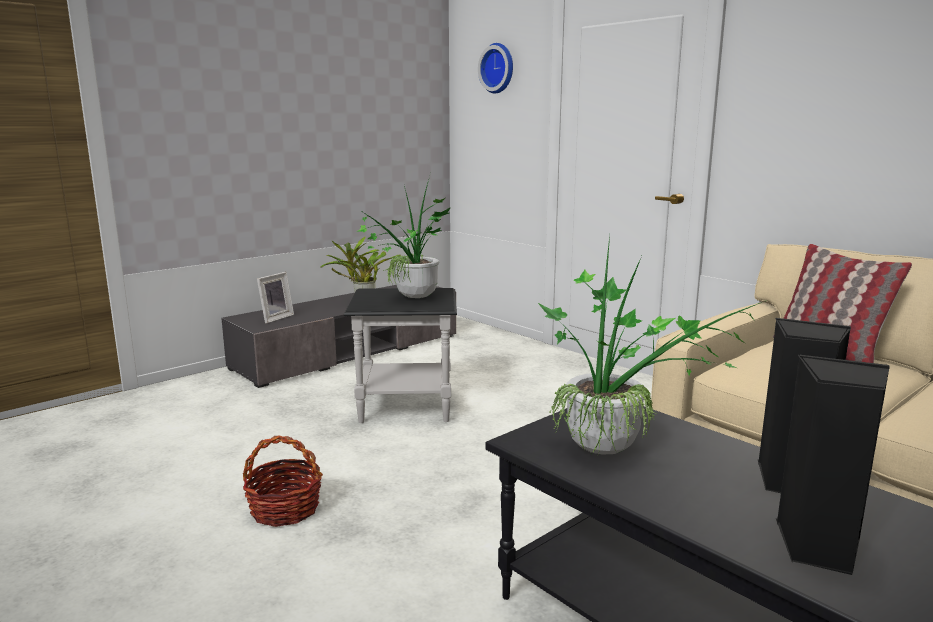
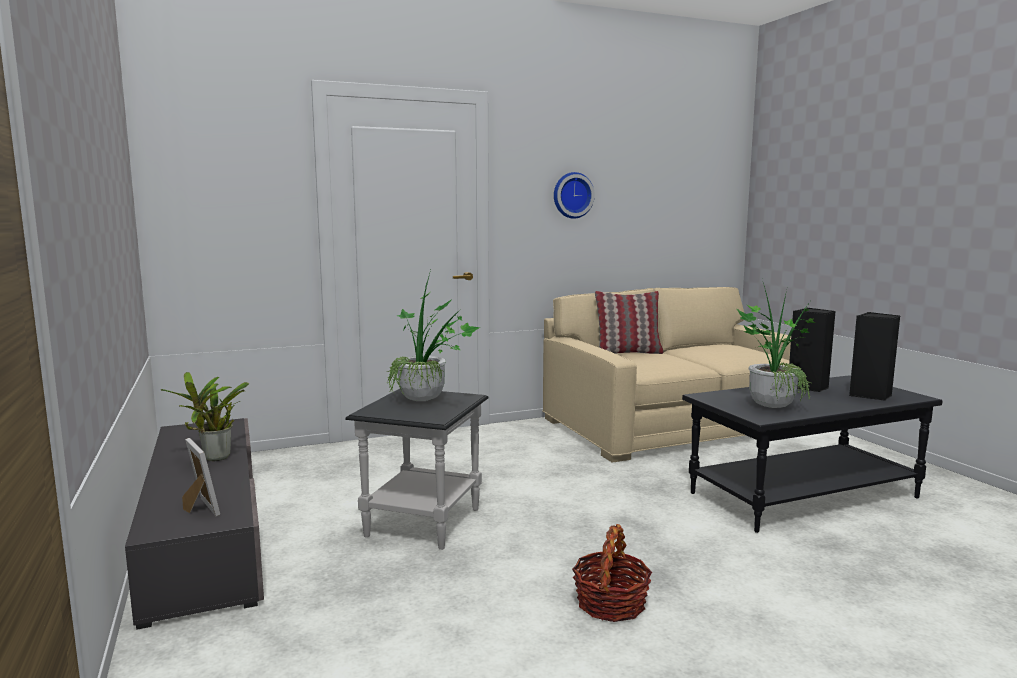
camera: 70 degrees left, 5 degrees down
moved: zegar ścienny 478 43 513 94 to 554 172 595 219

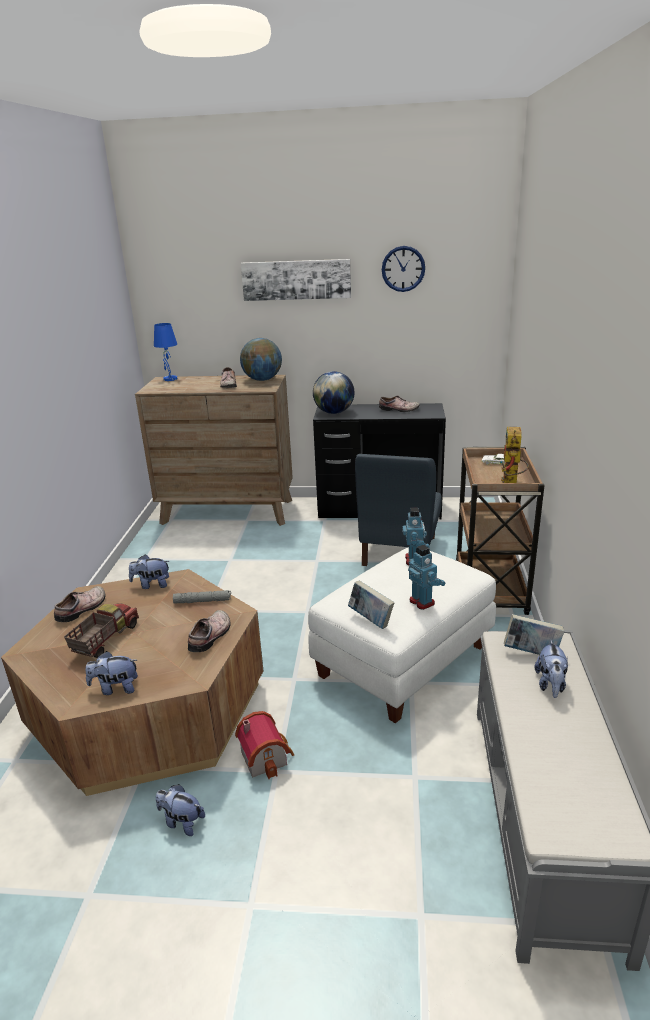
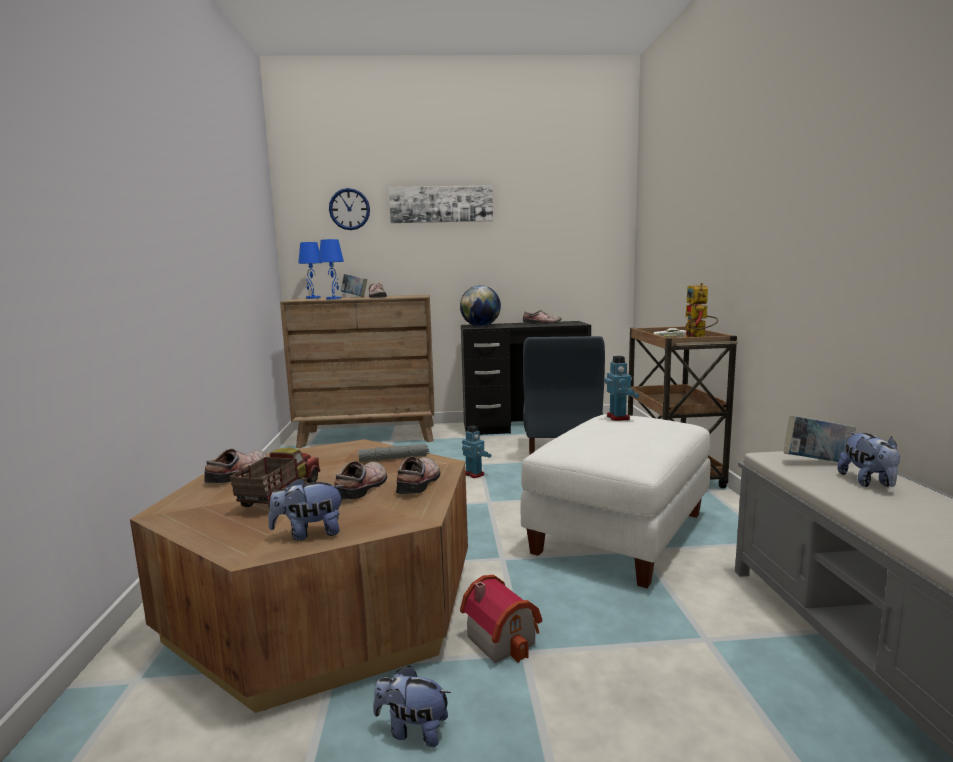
camera: 10 degrees left, 15 degrees down
removed: pluszak 129 555 169 589; globus 240 338 282 381
added: lampa stołowa [niebieski] 319 239 344 300; but 334 461 387 500
moved: zegar ścienny 382 246 425 292 to 329 188 370 230; książka 348 580 394 629 to 341 274 367 297; robot zabawkowy 408 545 445 610 to 462 425 491 478

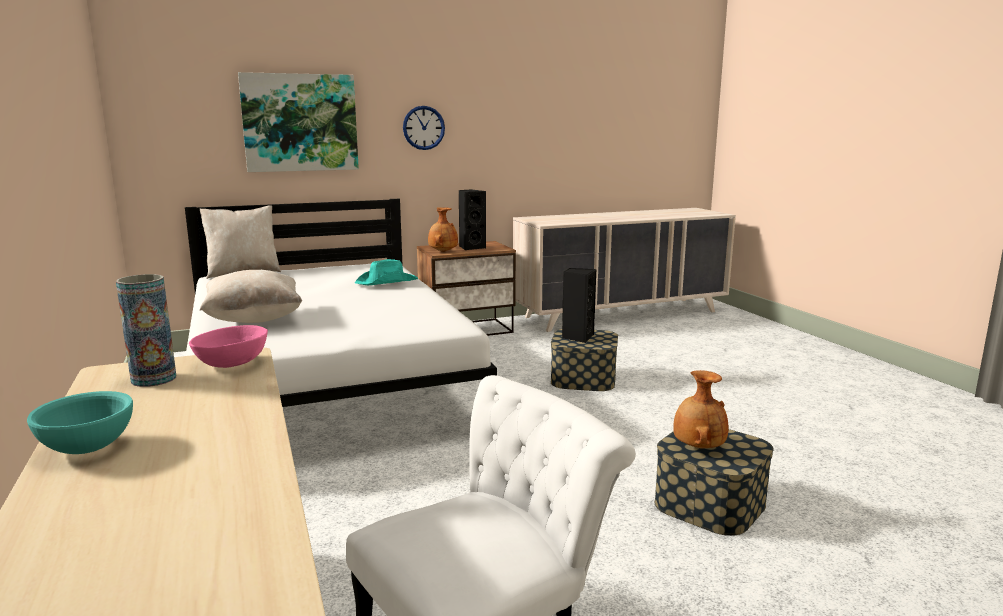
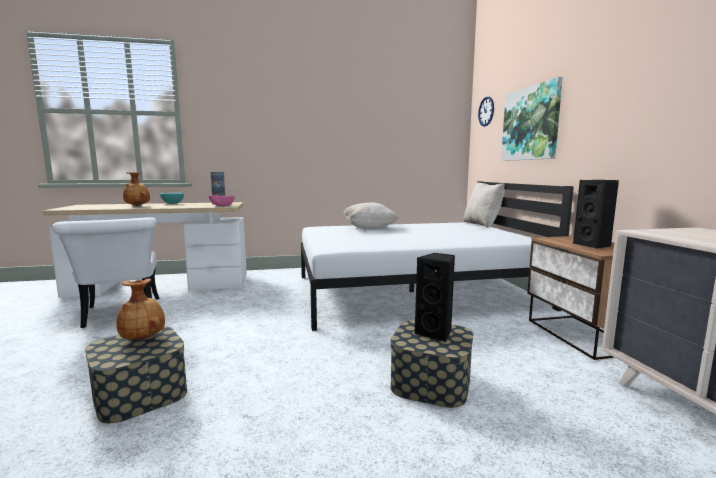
camera: 100 degrees right, 5 degrees down
removed: kapelusz [turkusowy] 355 259 418 285
moved: wazon [brązowy] 428 207 458 252 to 123 172 150 206; zegar ścienny 403 106 445 150 to 478 97 494 126

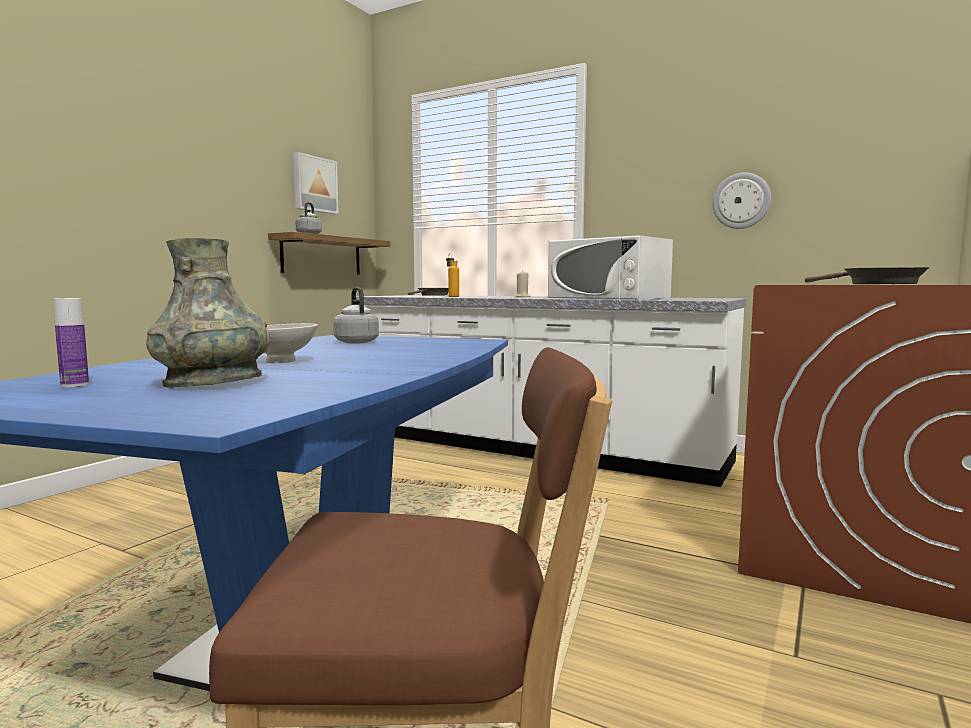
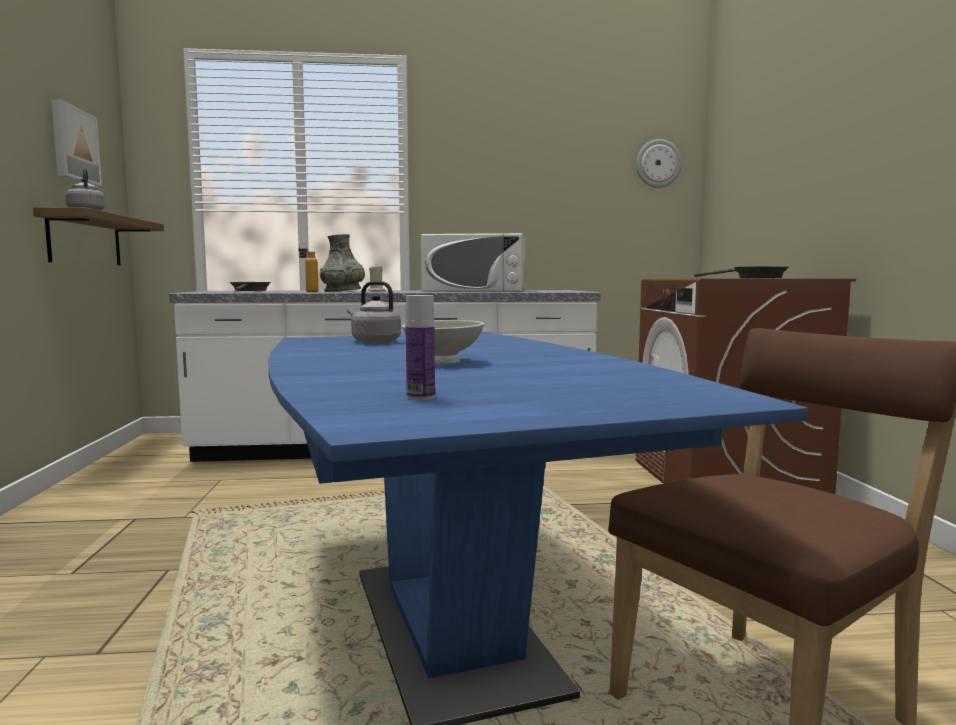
camera: 35 degrees left, 0 degrees up
moved: wazon [szary] 146 238 270 389 to 320 234 365 292; zegar ścienny 712 173 771 229 to 636 139 682 188

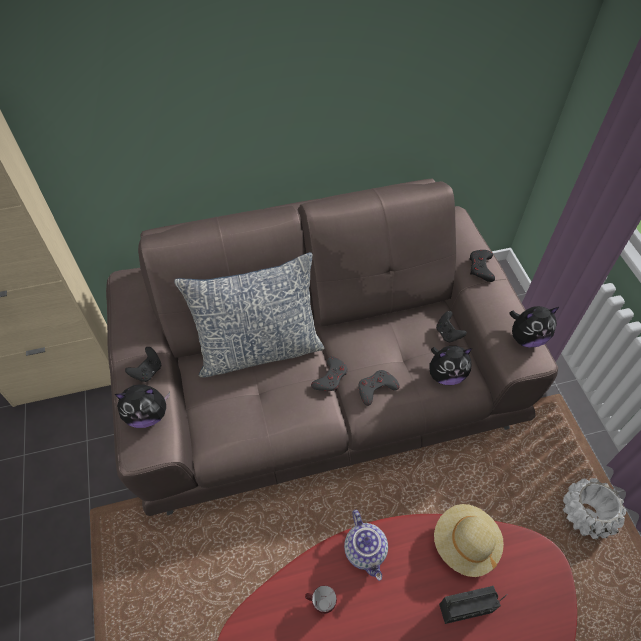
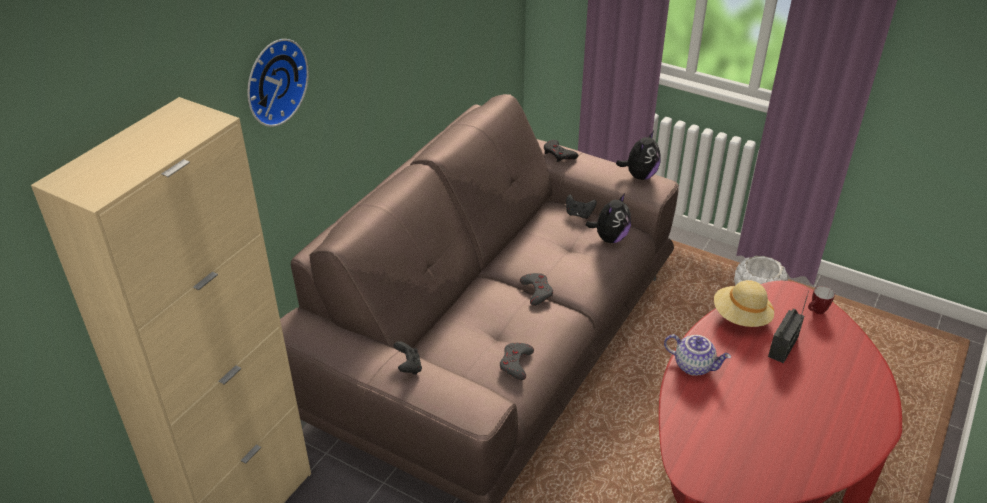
camera: 45 degrees left, 15 degrees down
removed: pluszak 115 385 170 428; poduszka 174 252 325 378
added: zegar ścienny 247 39 309 127
moved: pad do gier [szary] 358 370 400 406 to 500 343 534 380; kubek 305 585 337 614 to 808 286 835 314

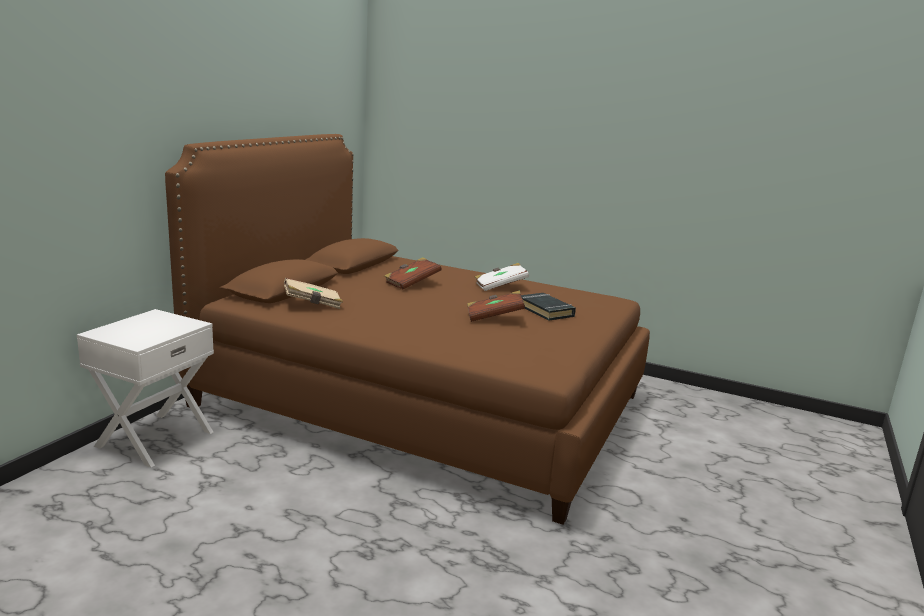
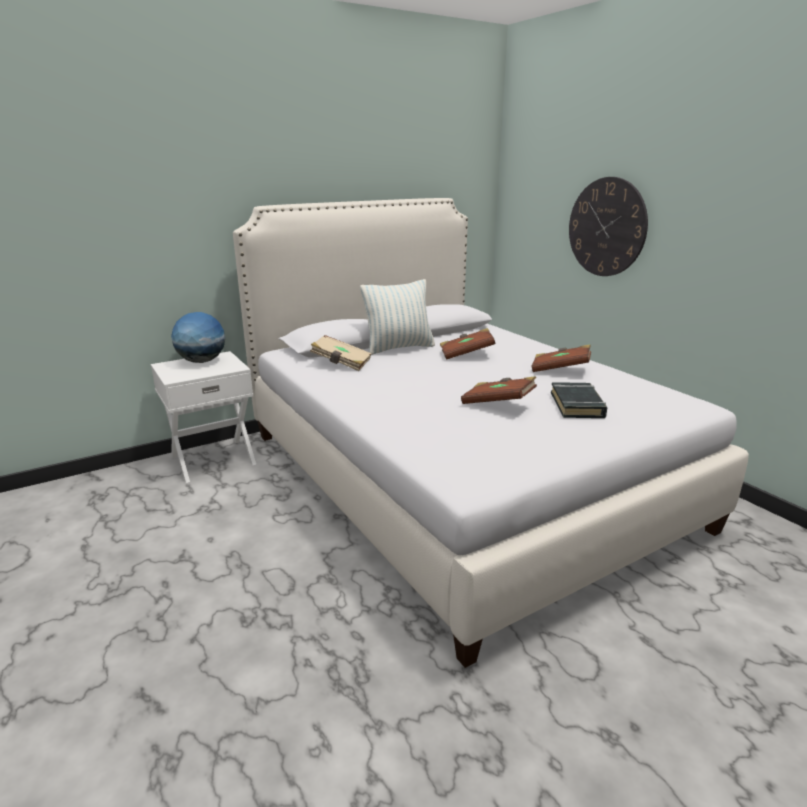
camera: 35 degrees right, 5 degrees up
added: globus 171 312 225 363; poduszka 360 279 435 355; zegar ścienny 569 177 648 276
recoloured: łóżko [brązowy] 165 134 650 525 to łóżko [biały] 233 198 749 668; książka [biały] 475 263 529 291 to książka [brązowy] 532 344 591 372

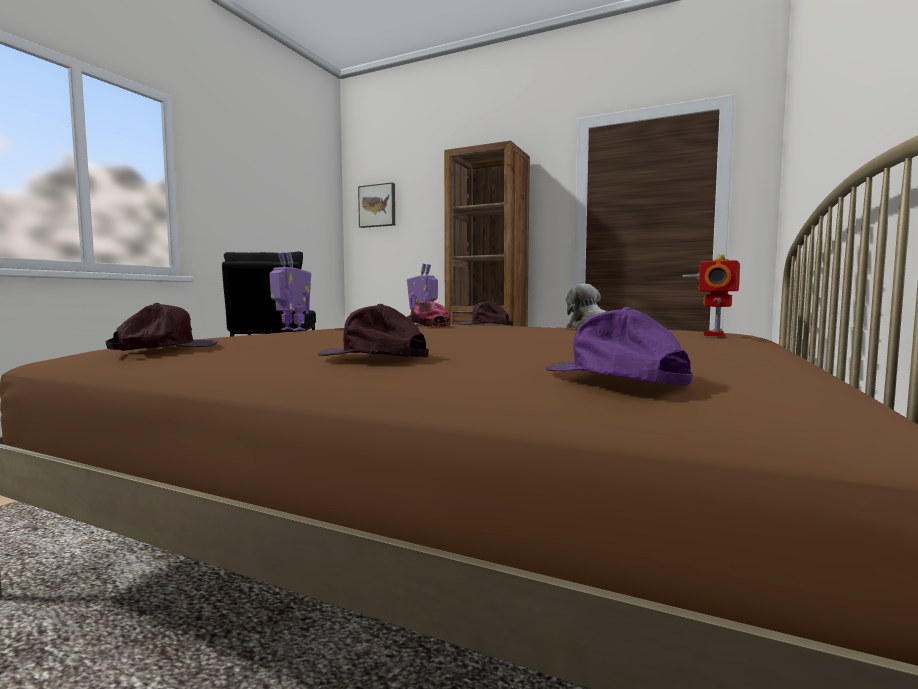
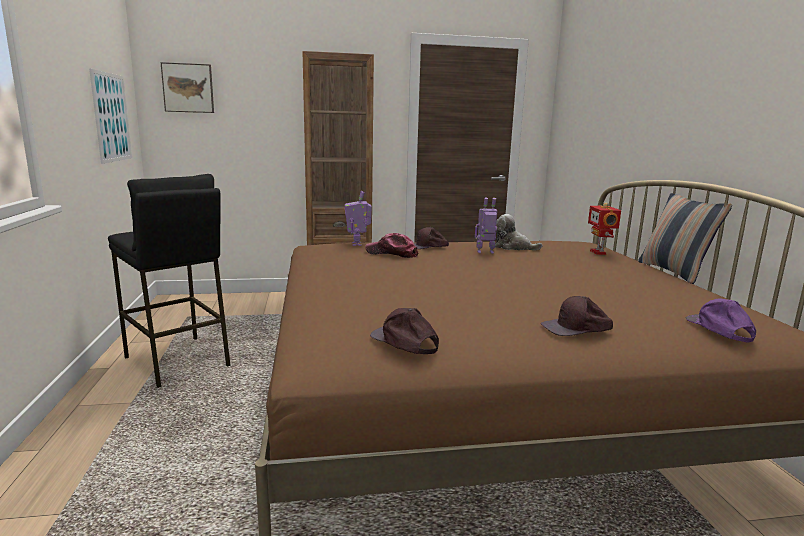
camera: 35 degrees left, 10 degrees up
added: obraz 89 68 132 164; poduszka 638 193 732 284
moved: robot zabawkowy 269 252 311 331 to 475 198 497 253
turned: czapka z daszkiem [brązowy] 106 303 218 351 = 370 308 439 354 60 degrees counterclockwise; czapka z daszkiem [fioletowy] 545 307 693 386 = 686 299 756 342 60 degrees clockwise

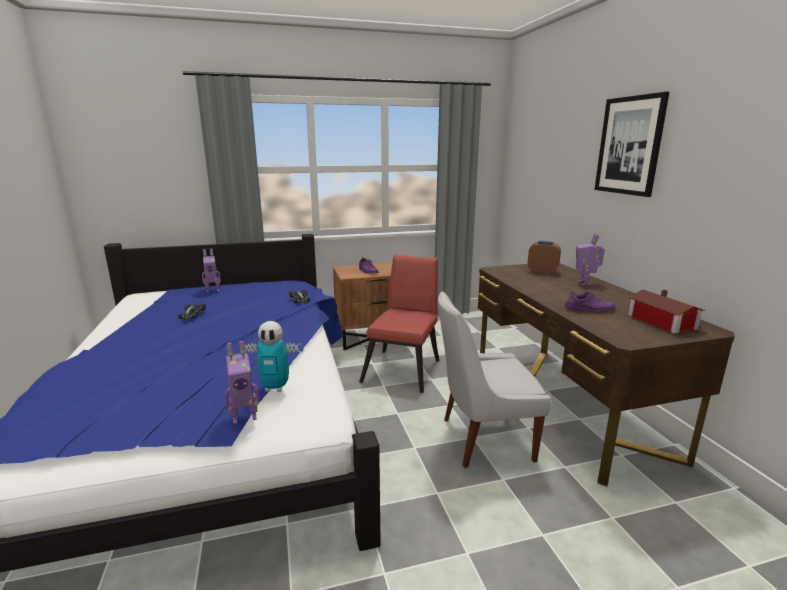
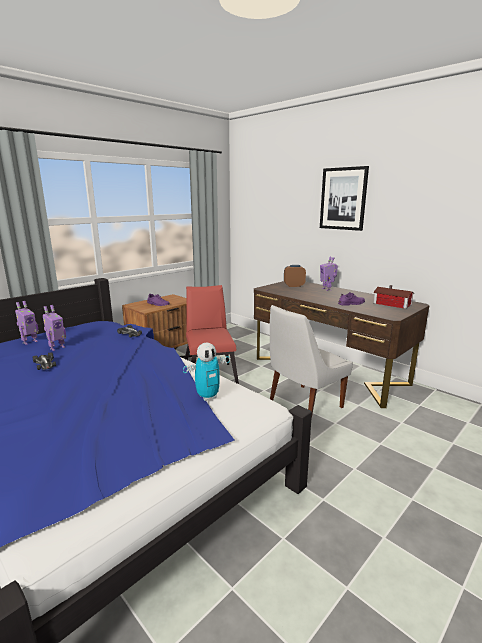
camera: 30 degrees left, 0 degrees up
moved: robot zabawkowy 224 341 259 424 to 43 305 66 351

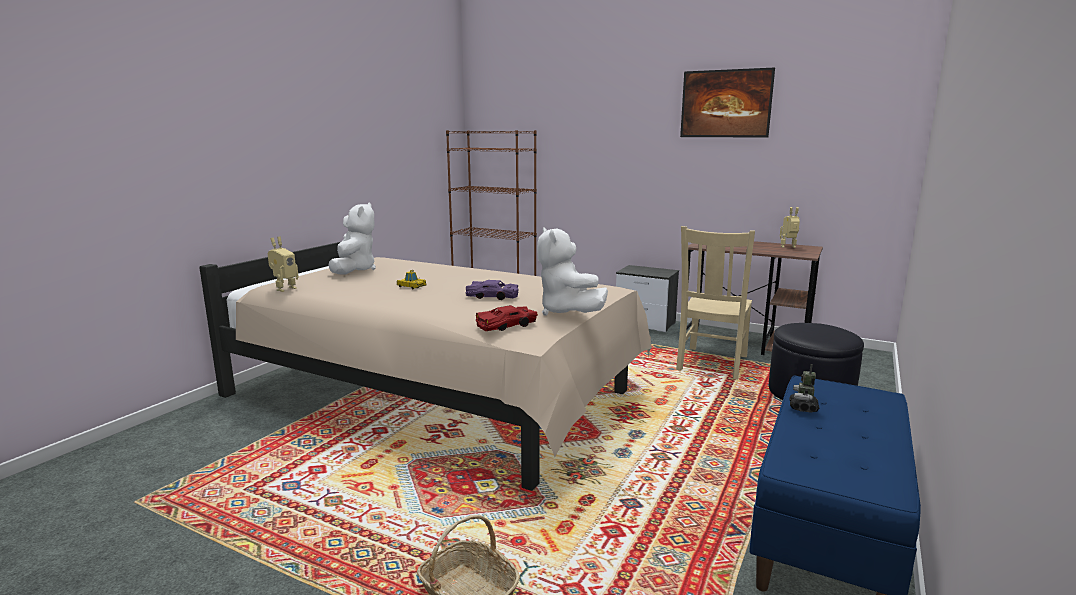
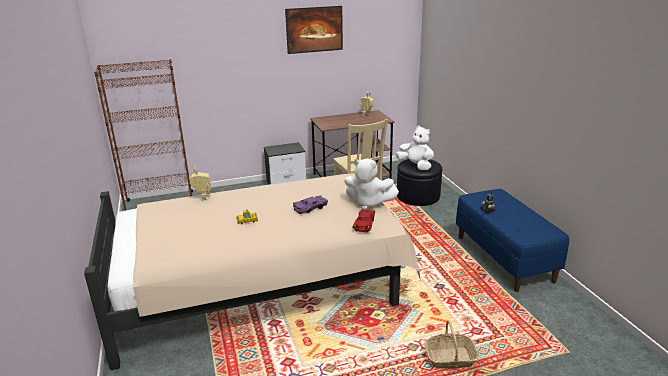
camera: 45 degrees left, 10 degrees up
moved: robot zabawkowy 268 237 299 292 to 190 166 211 201; pluszak [biały] 328 202 376 275 to 395 125 434 170

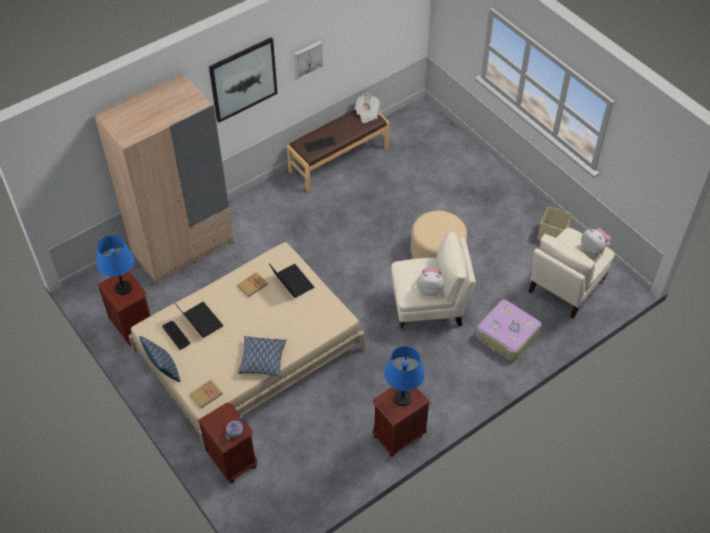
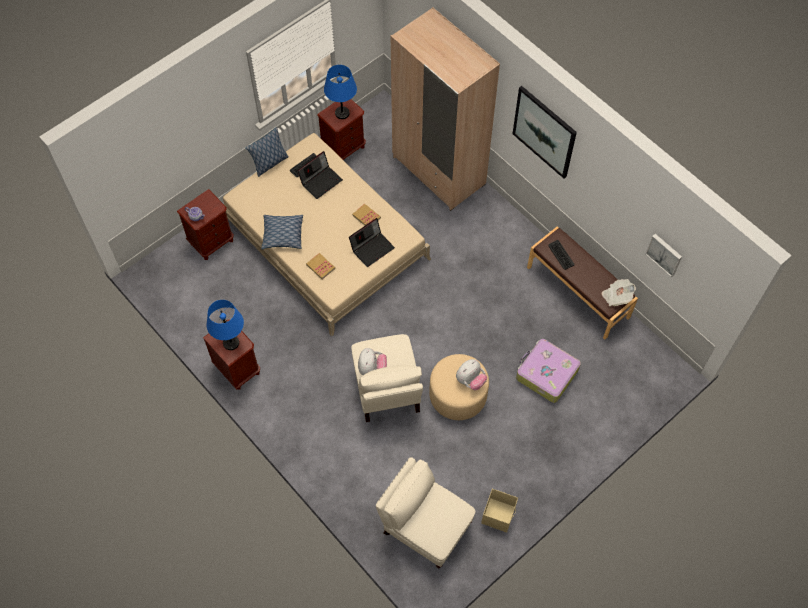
camera: 85 degrees right, 10 degrees up
moved: książka 190 380 223 409 to 306 253 335 279; pluszak 581 229 611 255 to 456 359 487 390; walizka 476 299 541 361 to 516 339 581 403; obraz 294 41 323 80 to 645 234 682 277

